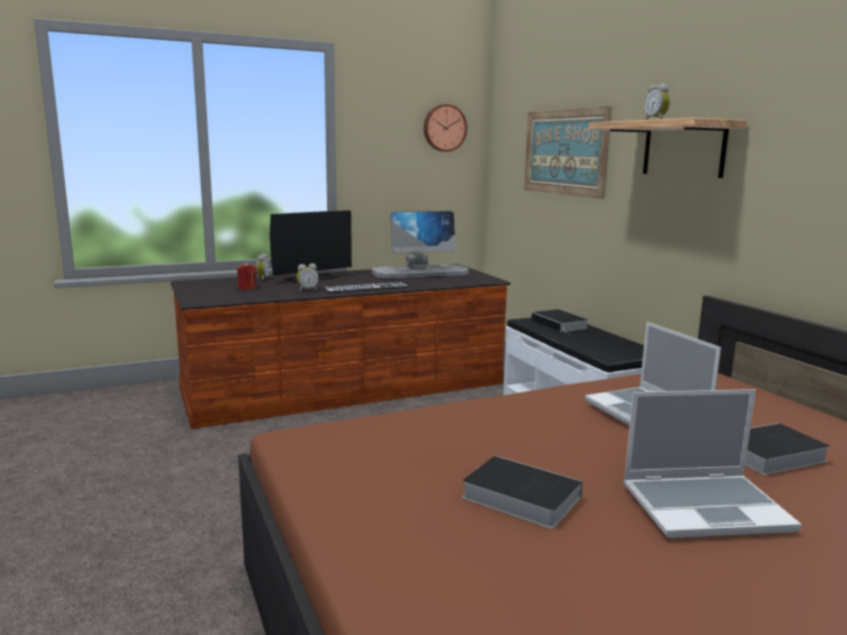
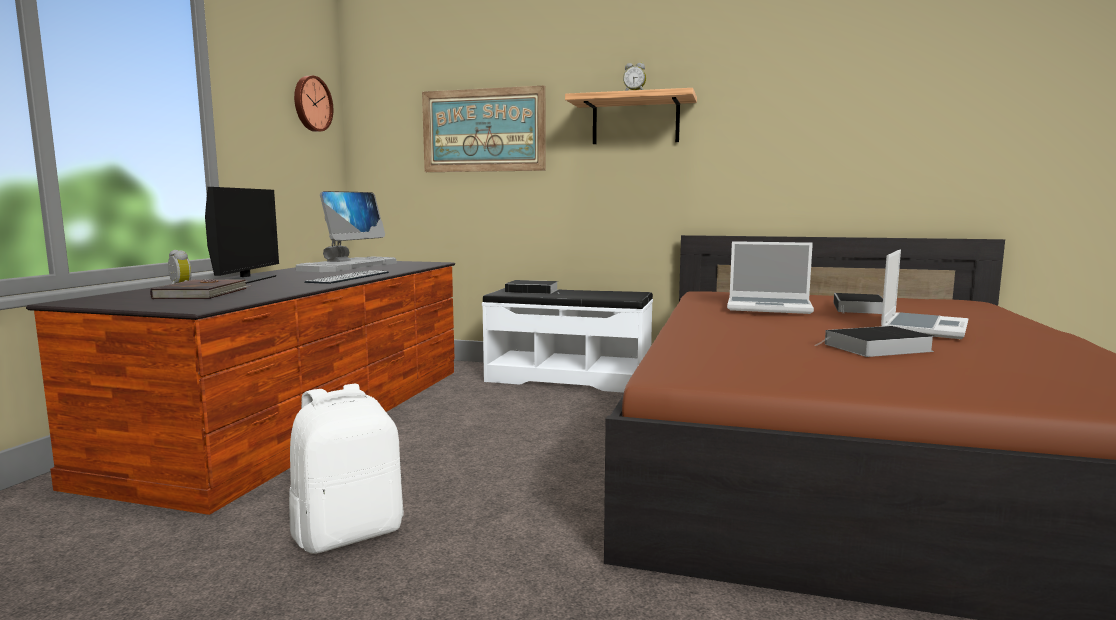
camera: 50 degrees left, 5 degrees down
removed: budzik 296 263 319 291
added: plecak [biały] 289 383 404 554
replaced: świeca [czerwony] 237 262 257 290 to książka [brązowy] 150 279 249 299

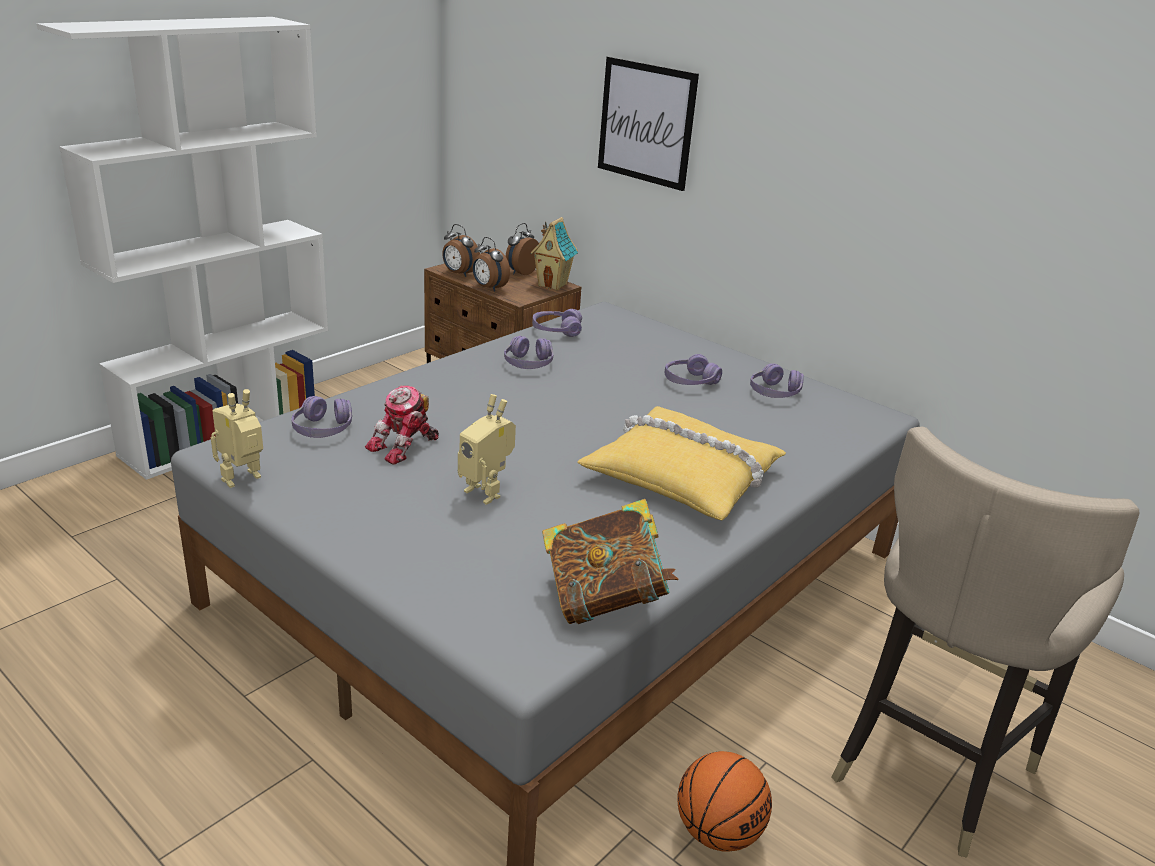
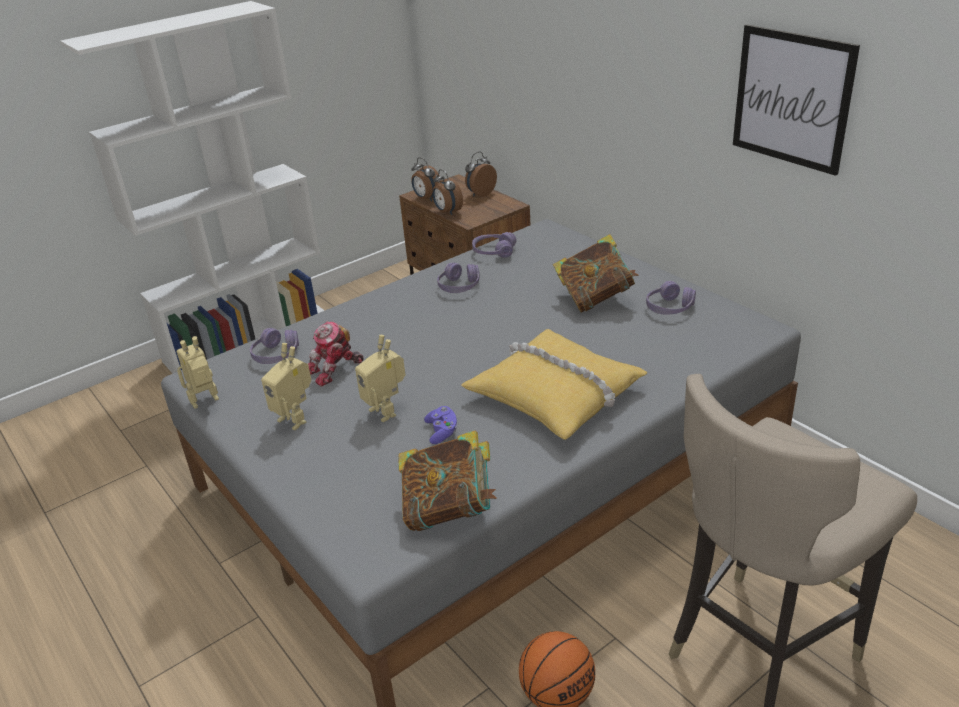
camera: 15 degrees right, 5 degrees up
removed: domek 531 217 578 290
added: robot zabawkowy 261 343 312 430; pad do gier [fioletowy] 424 406 457 444
moved: obraz 598 56 699 191 to 733 25 860 176
replaced: słuchawki [fioletowy] 665 354 722 385 to książka 553 234 639 313

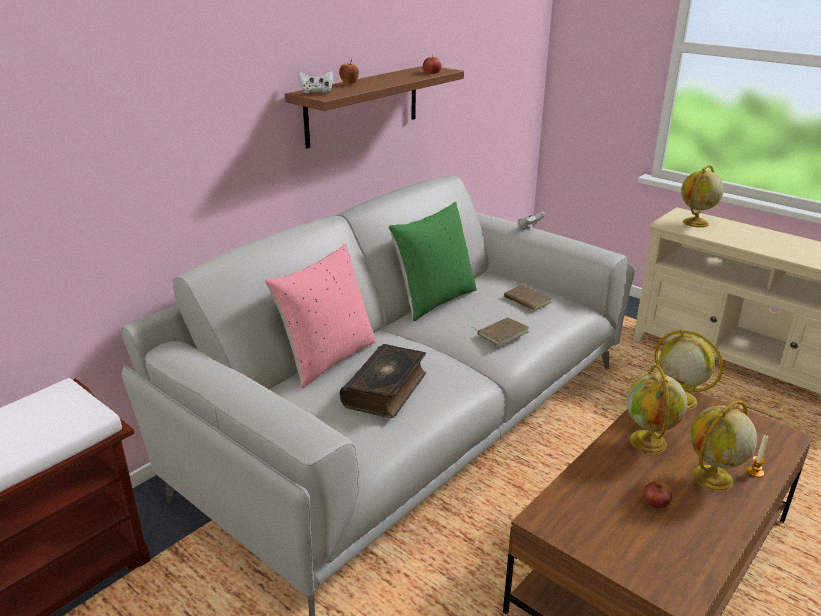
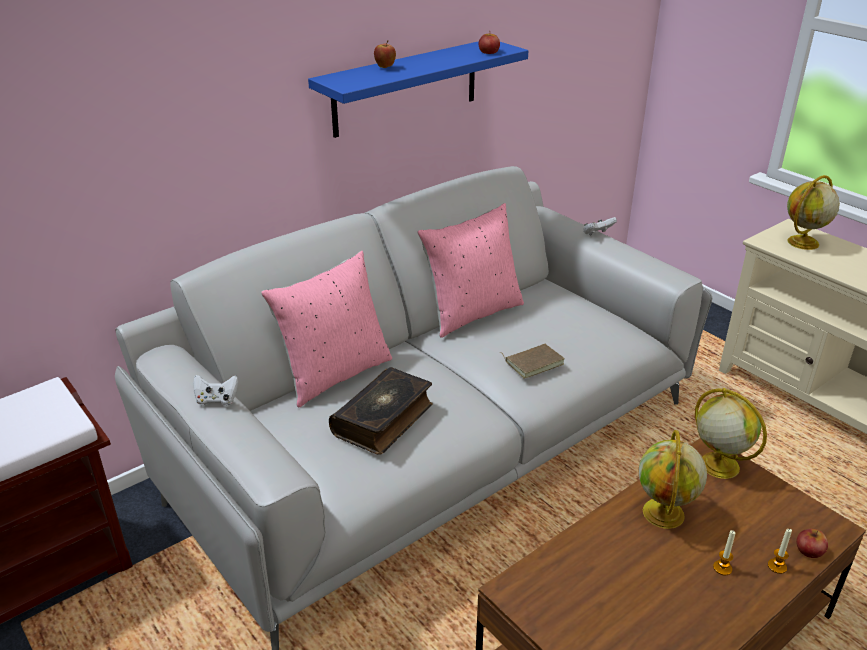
camera: 10 degrees right, 5 degrees up
removed: książka [brązowy] 504 285 552 311
moved: pad do gier [biały] 298 71 333 94 to 193 375 238 406; jabłko 644 481 672 509 to 796 529 828 558
replaced: globus 690 400 757 492 to świeca 713 530 735 575
recoloured: półka [brązowy] 285 66 464 148 to półka [niebieski] 308 41 528 138; poduszka [zielony] 388 202 477 321 to poduszka [różowy] 417 203 524 338

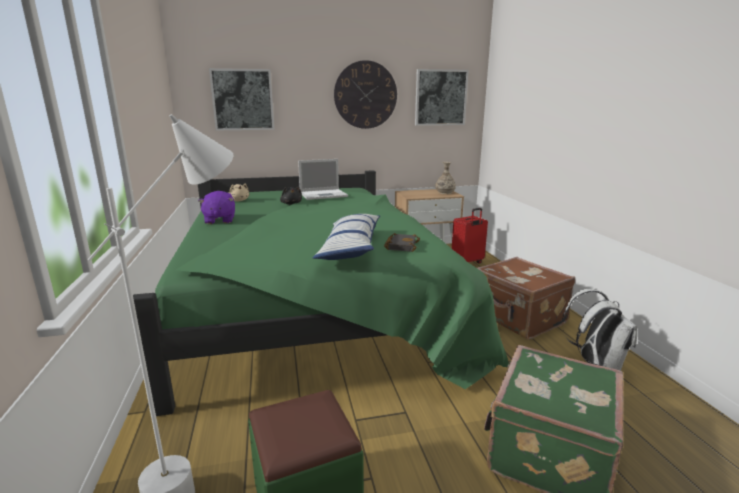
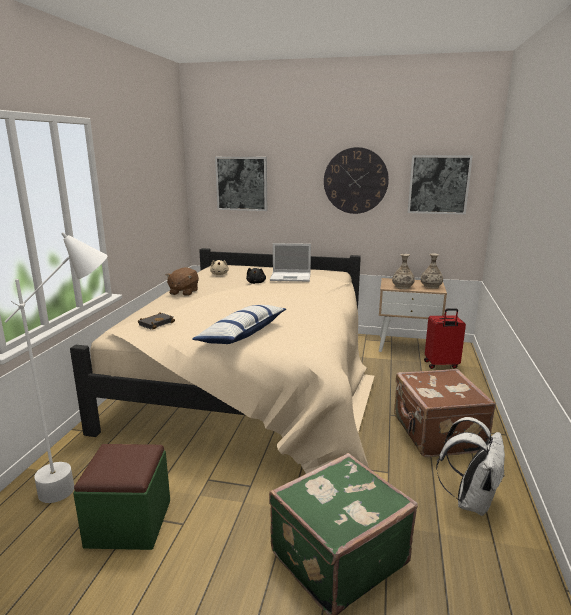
camera: 25 degrees right, 0 degrees up
added: wazon 392 254 415 289
moved: książka [czarny] 384 233 420 252 to 138 312 175 330
recoloured: łóżko [zielony] 133 170 509 416 to łóżko [beżowy] 70 248 374 474; pluszak [fioletowy] 198 191 235 224 to pluszak [brązowy] 166 267 199 296

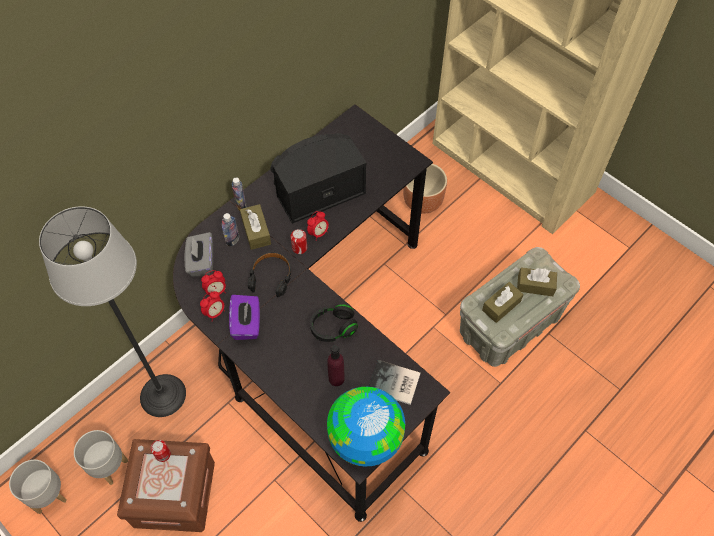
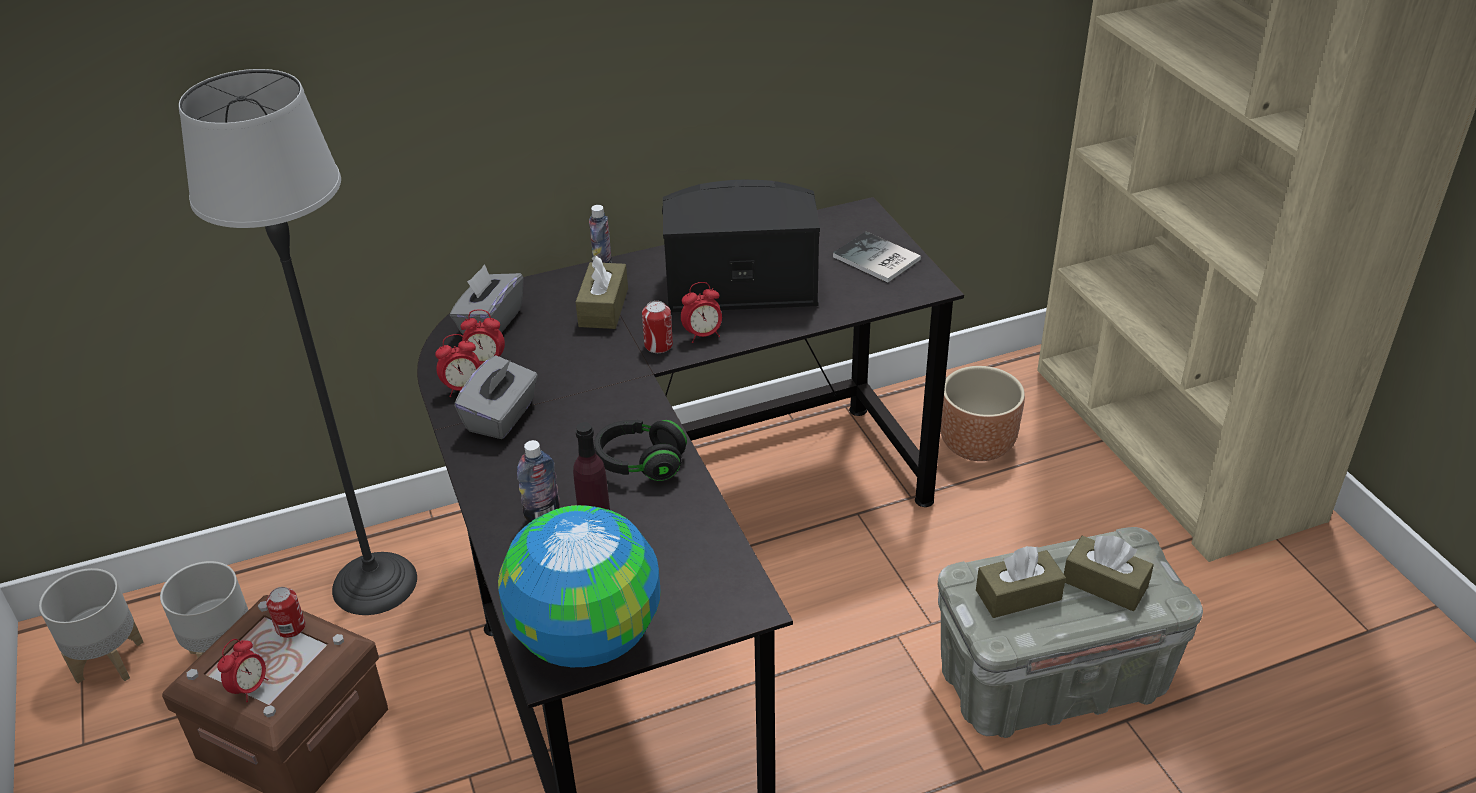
camera: 25 degrees right, 20 degrees down
removed: słuchawki [czarny] 248 252 291 297
added: budzik 217 639 269 702
moved: butelka 222 213 239 247 to 517 440 560 523; książka 369 360 421 405 to 833 231 921 283
recoloured: pudełko chusteczek [fioletowy] 229 295 260 340 to pudełko chusteczek [szary] 454 355 538 439

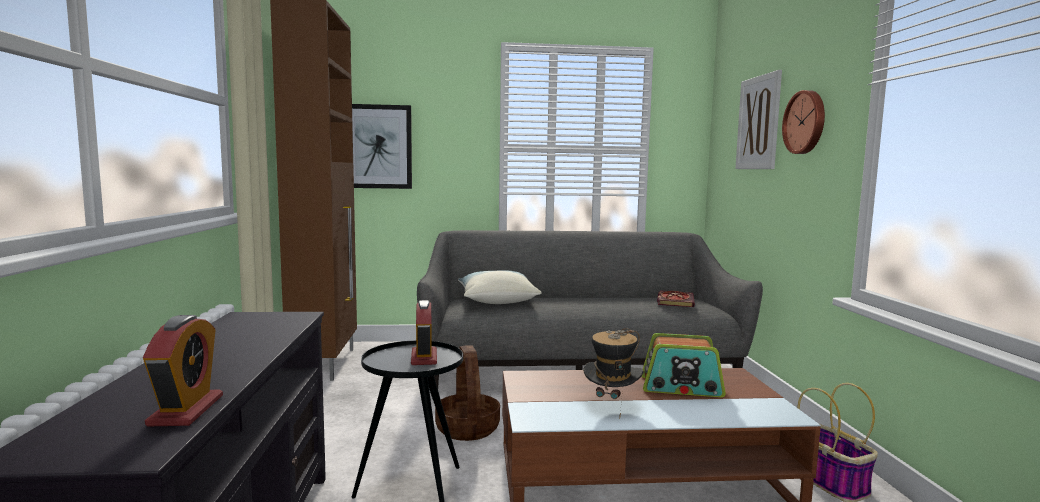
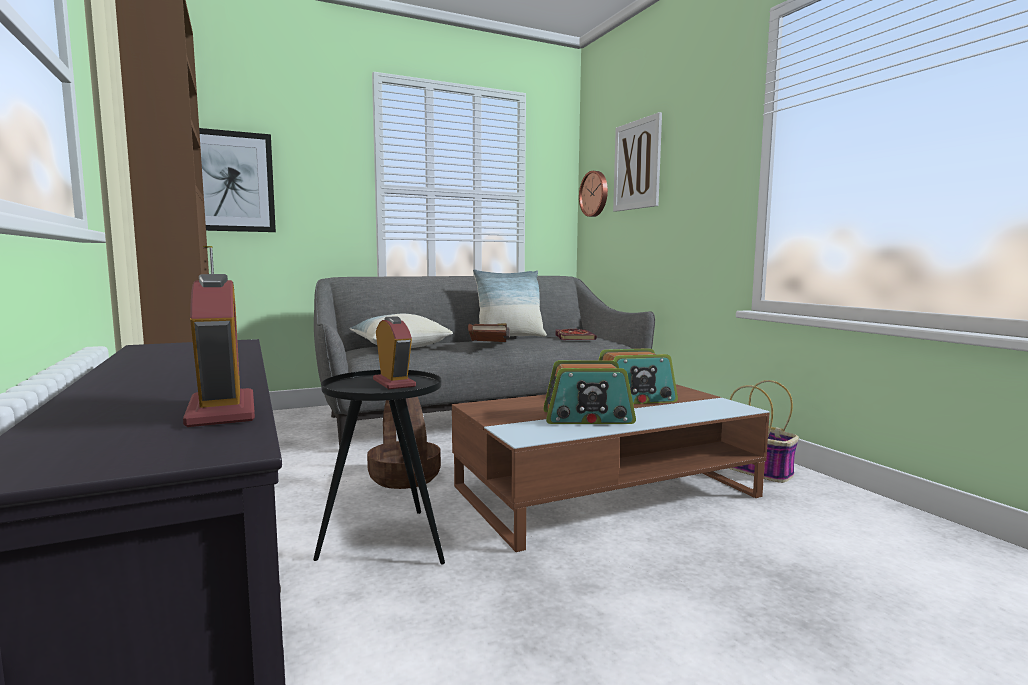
camera: 20 degrees left, 0 degrees up
added: książka [brązowy] 468 323 510 342; poduszka 473 269 547 337
moved: zegar ścienny 782 90 825 154 to 579 171 608 217
replaced: kapelusz 583 329 644 417 to radio 543 360 636 424

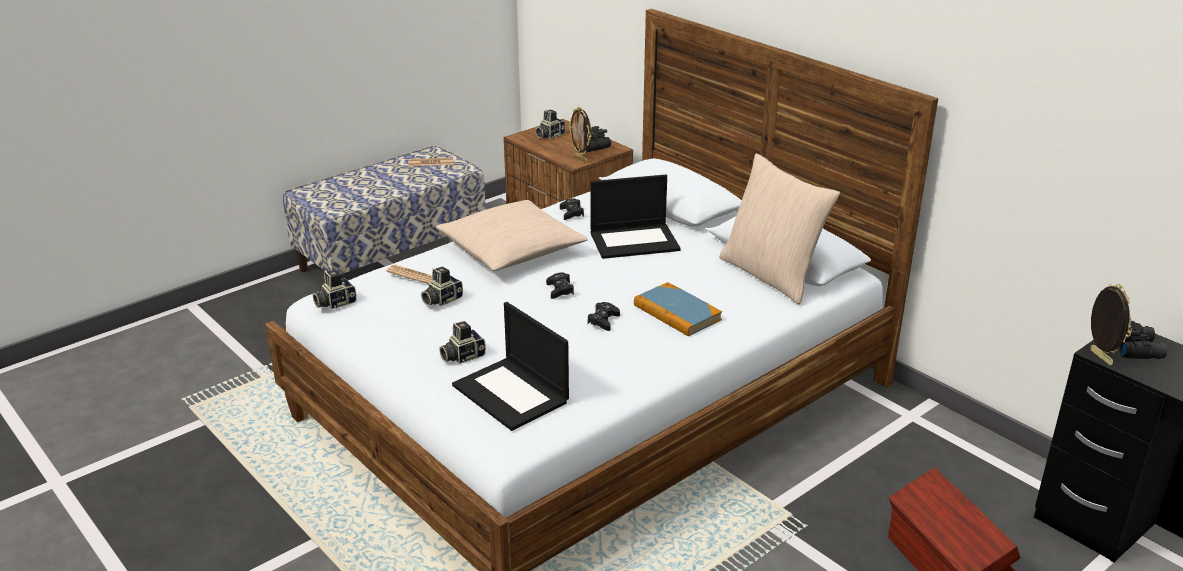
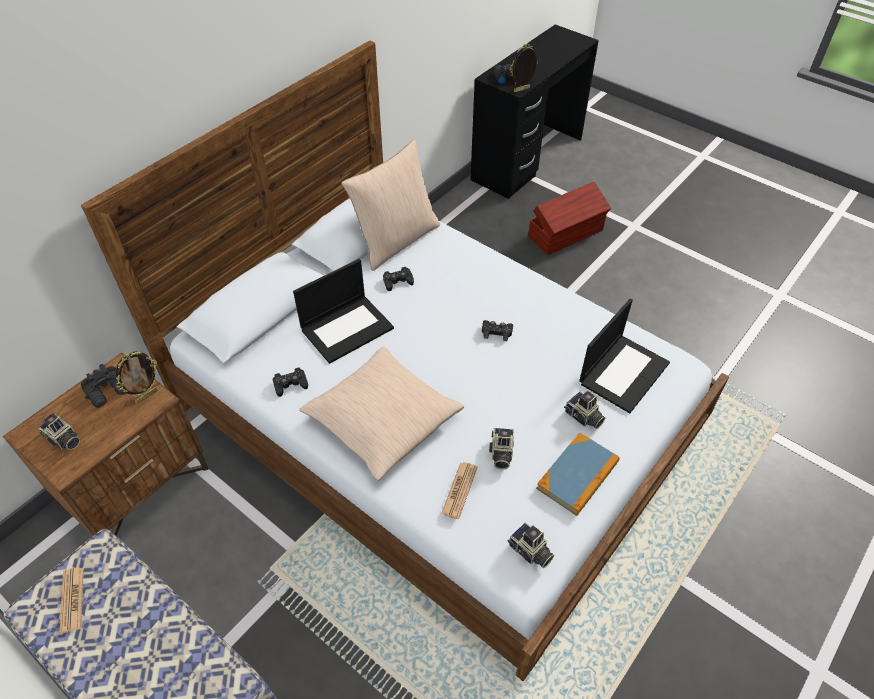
camera: 100 degrees left, 20 degrees up
moved: pad do gier [czarny] 546 272 574 299 to 383 267 414 291; książka 634 282 722 337 to 536 433 620 516
turned: laptop 591 175 680 259 = 293 259 394 364 75 degrees clockwise; aparat fotograficzny 421 266 463 306 = 489 428 514 469 60 degrees clockwise

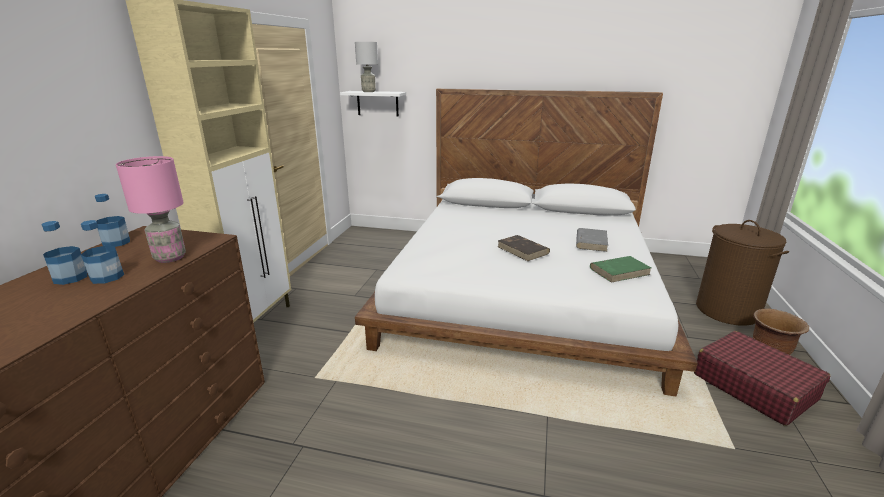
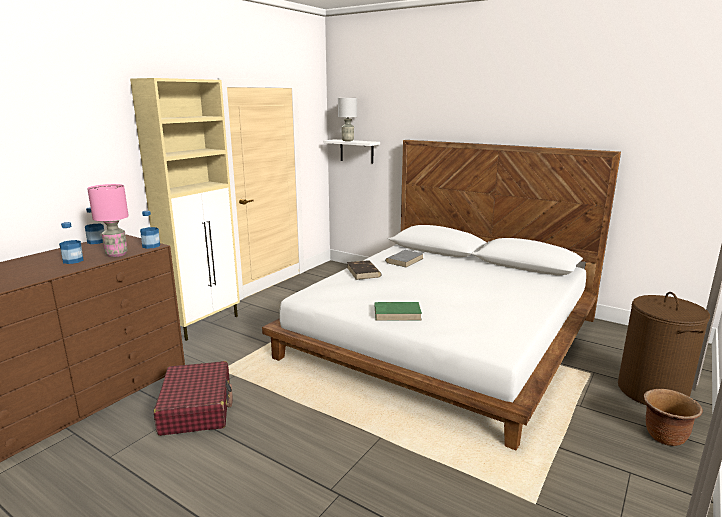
camera: 20 degrees right, 5 degrees down
moved: butelka 41 221 87 285 to 140 211 160 249; walizka [czerwony] 694 331 830 426 to 154 361 233 436; książka [brązowy] 498 235 550 261 to 347 260 382 280; książka [zielony] 590 256 651 283 to 375 302 422 321; książka [szary] 576 228 608 252 to 385 250 424 267

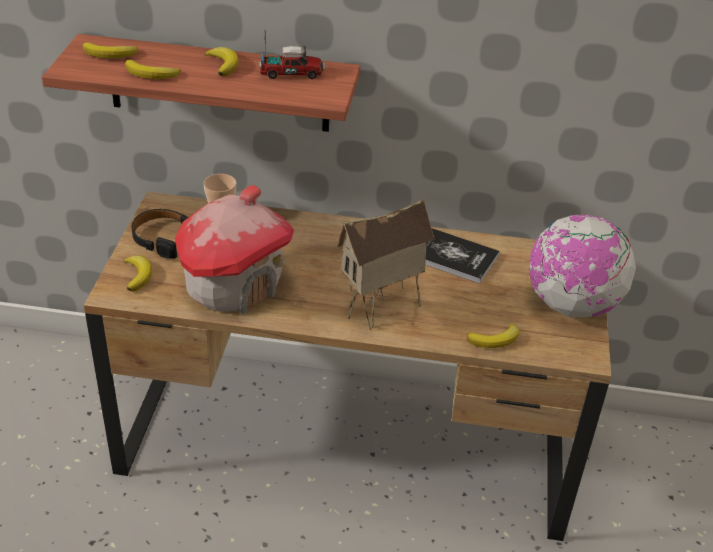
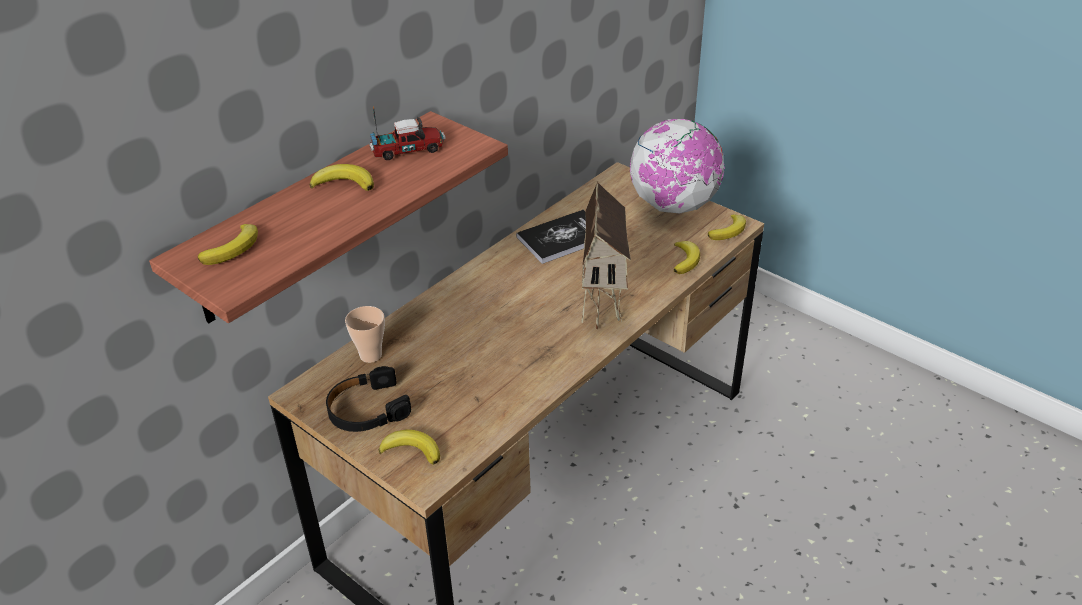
camera: 55 degrees left, 0 degrees up
removed: domek 175 185 294 314
moved: banan 125 59 181 79 to 708 214 746 240
turned: ciężarówka zabawkowa 259 34 325 79 = 369 106 446 160 45 degrees clockwise

